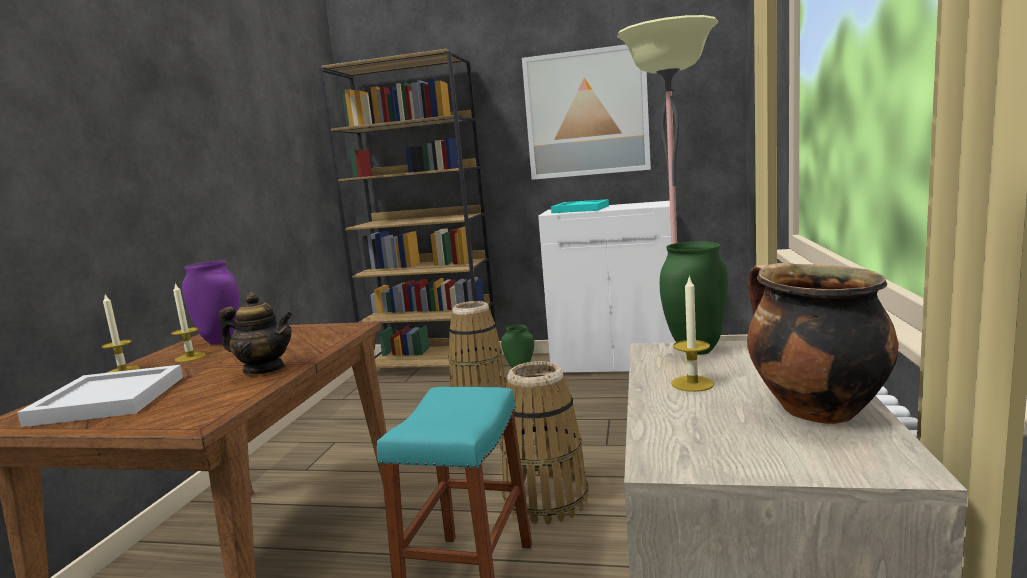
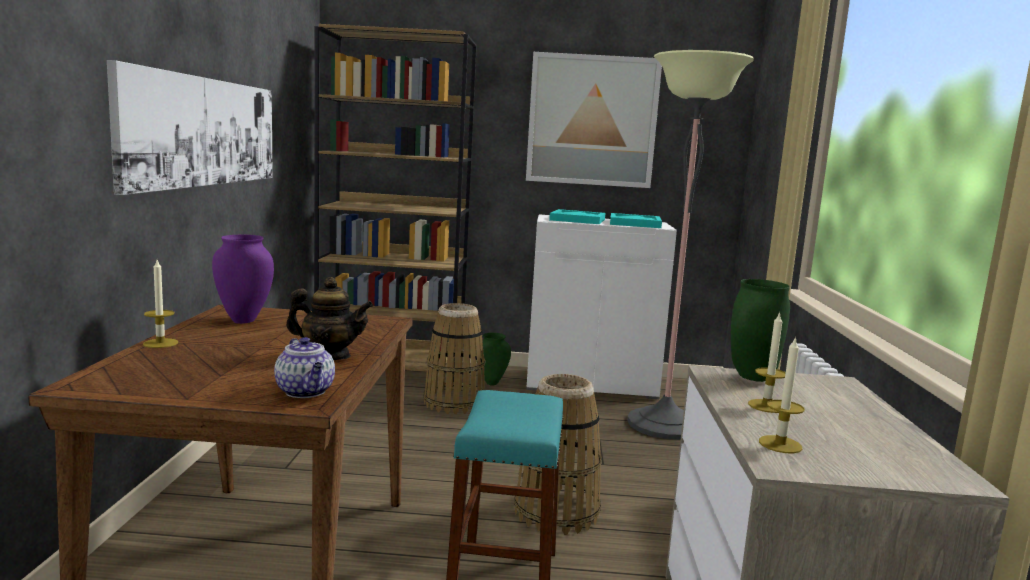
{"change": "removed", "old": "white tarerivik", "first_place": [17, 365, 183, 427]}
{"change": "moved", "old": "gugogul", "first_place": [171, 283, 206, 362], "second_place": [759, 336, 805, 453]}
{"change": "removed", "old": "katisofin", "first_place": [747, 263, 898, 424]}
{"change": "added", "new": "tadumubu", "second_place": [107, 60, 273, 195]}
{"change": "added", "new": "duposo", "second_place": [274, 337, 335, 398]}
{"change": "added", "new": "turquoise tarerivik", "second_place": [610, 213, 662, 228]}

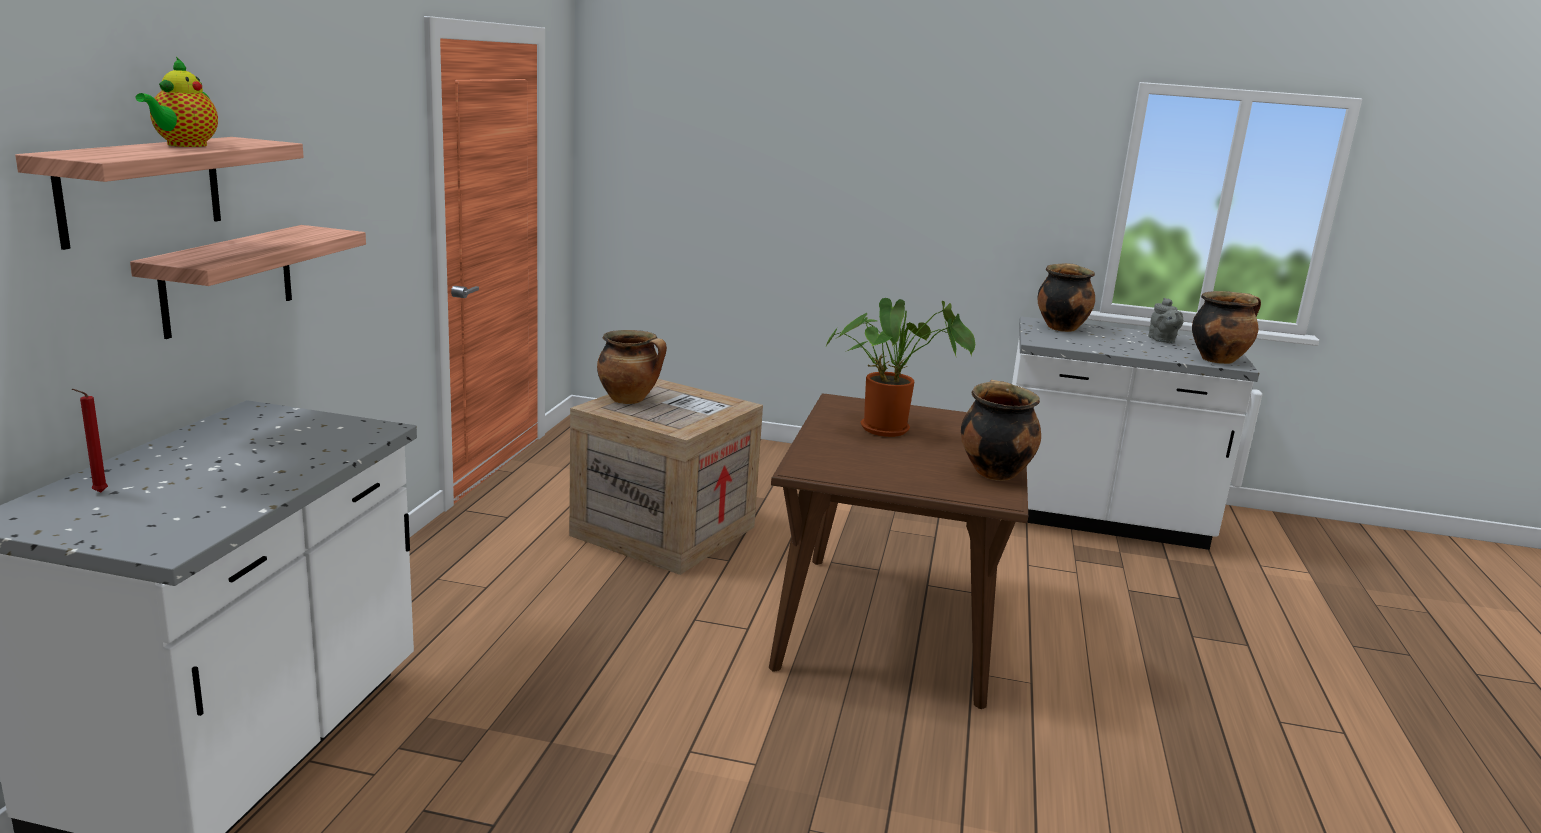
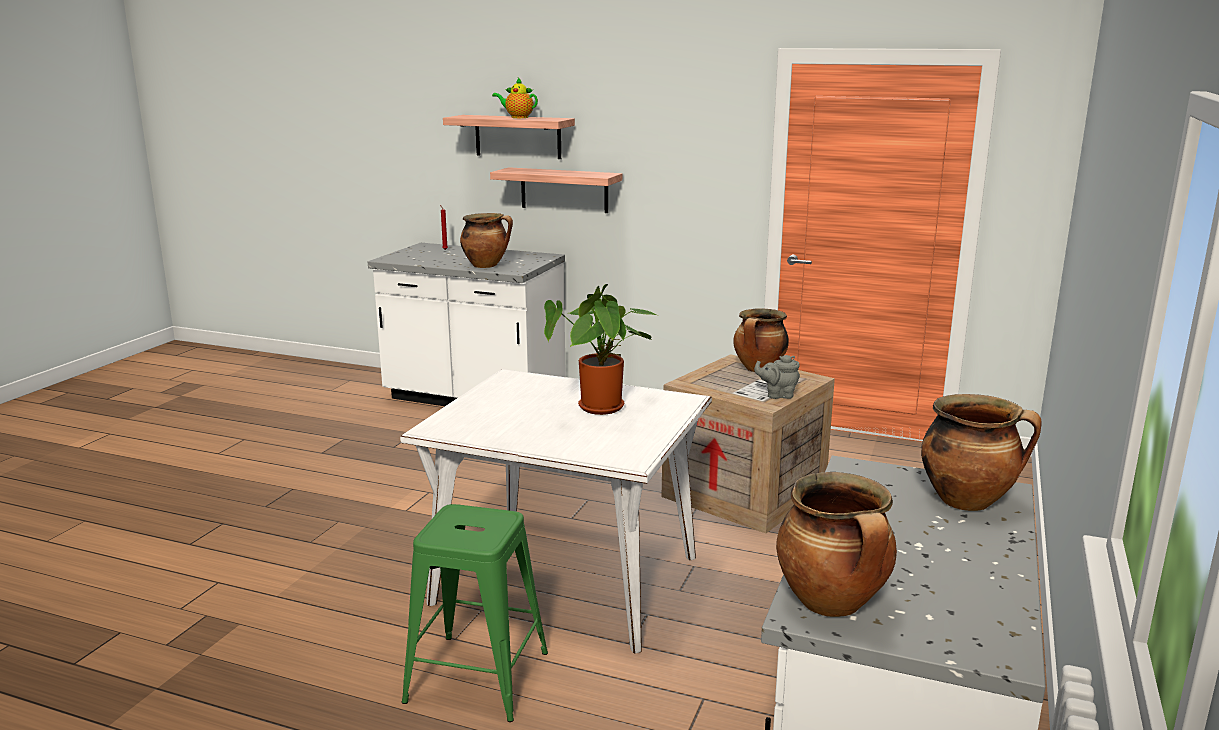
{"change": "recoloured", "old": "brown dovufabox", "new": "white dovufabox", "first_place": [769, 393, 1028, 709], "second_place": [400, 369, 712, 653]}
{"change": "moved", "old": "katisofin", "first_place": [961, 380, 1041, 481], "second_place": [460, 213, 513, 268]}
{"change": "moved", "old": "grey duposo", "first_place": [1148, 298, 1184, 344], "second_place": [754, 355, 800, 399]}
{"change": "added", "new": "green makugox", "second_place": [402, 504, 548, 722]}

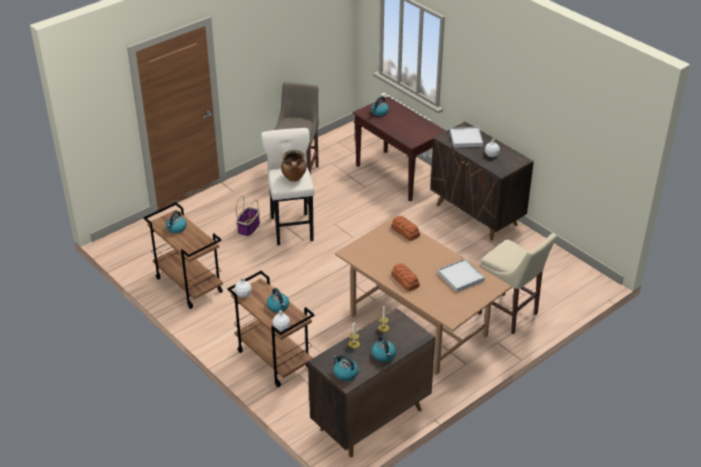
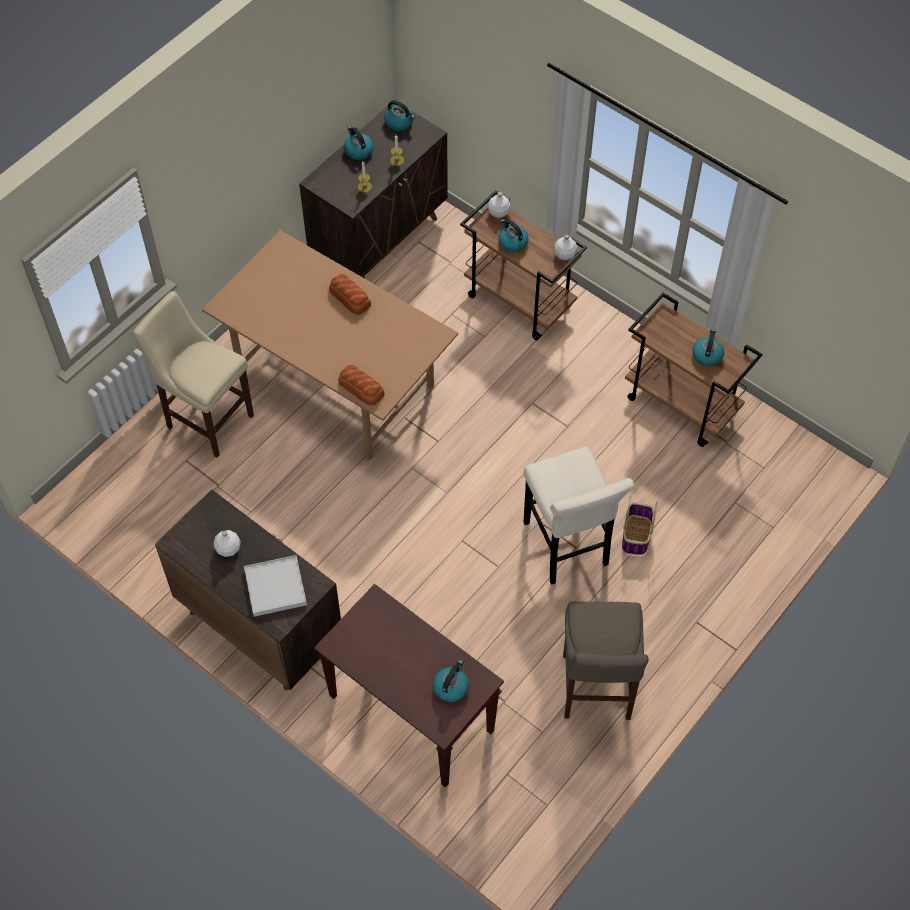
{"change": "removed", "old": "katisofin", "first_place": [281, 150, 307, 181]}
{"change": "removed", "old": "white tarerivik", "first_place": [438, 259, 485, 292]}

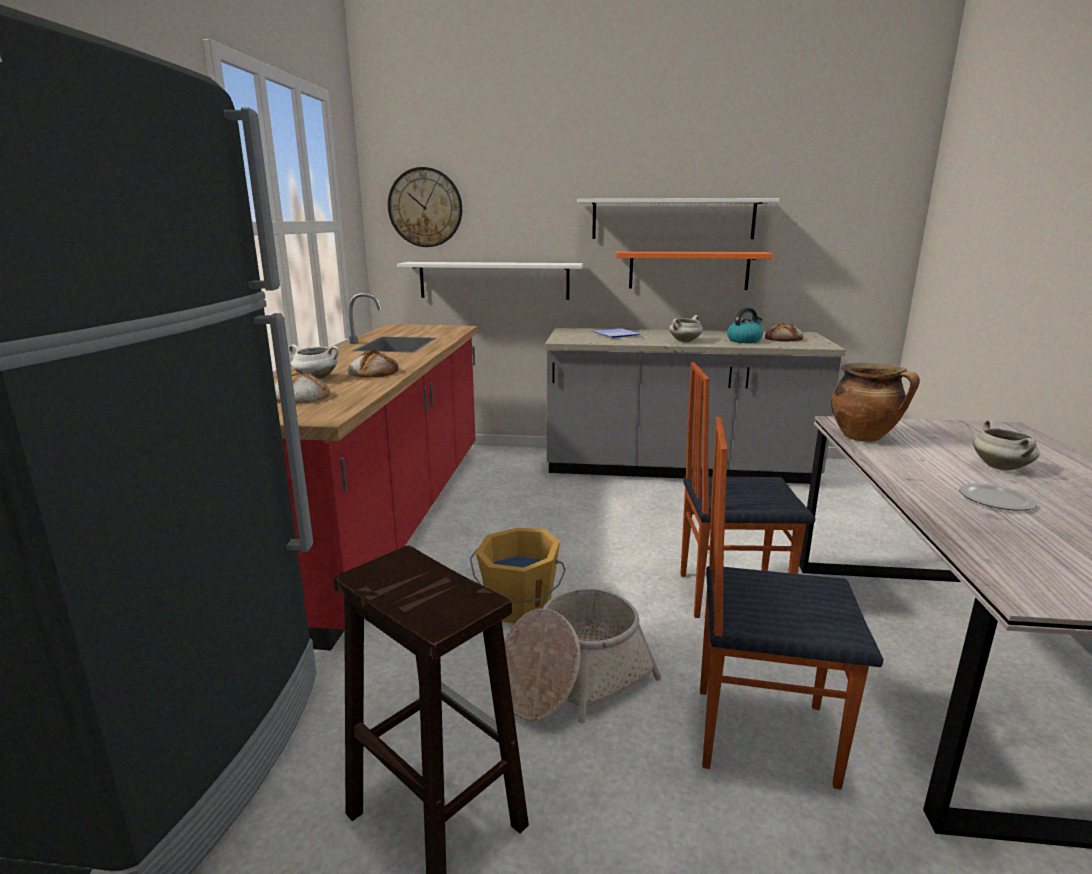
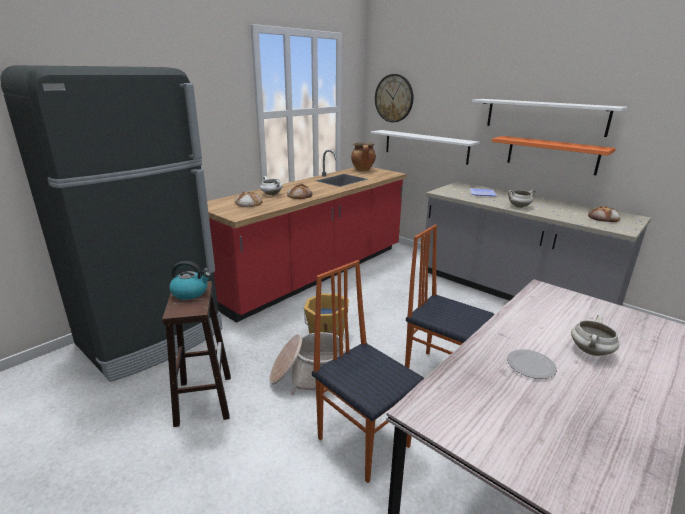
{"change": "moved", "old": "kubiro", "first_place": [727, 308, 763, 343], "second_place": [169, 261, 211, 300]}
{"change": "moved", "old": "katisofin", "first_place": [831, 363, 920, 442], "second_place": [351, 142, 376, 171]}

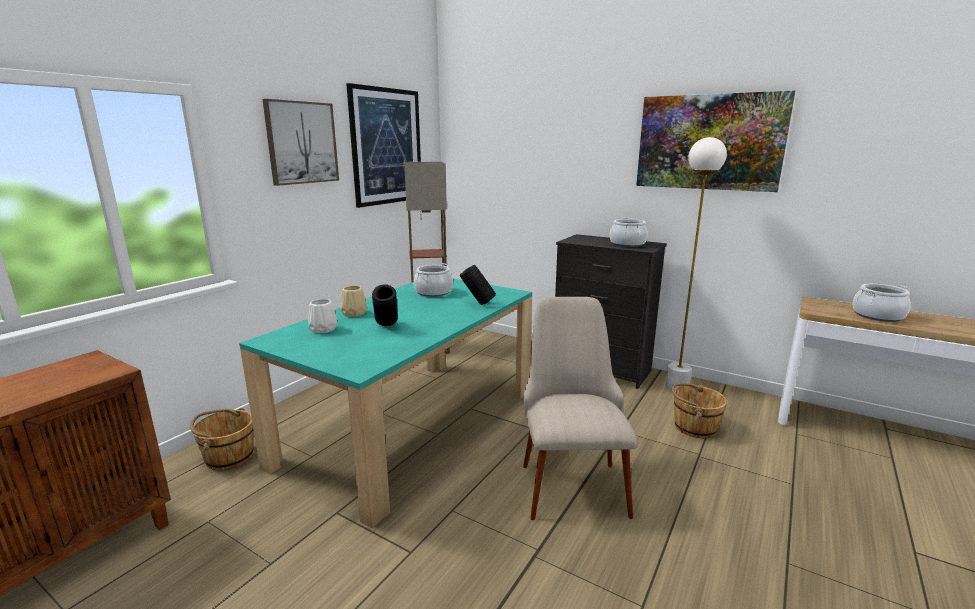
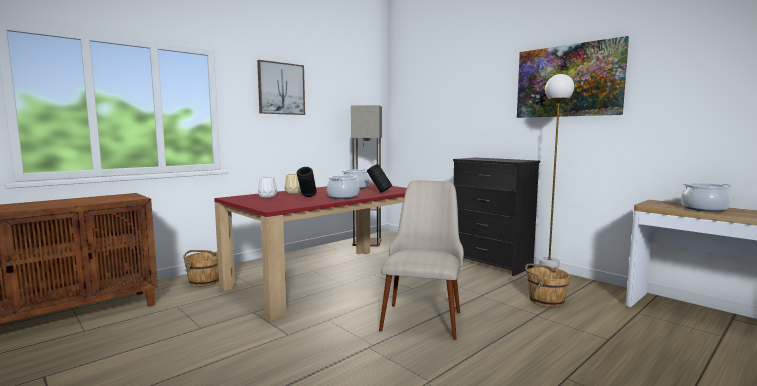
{"change": "recoloured", "old": "turquoise dovufabox", "new": "red dovufabox", "first_place": [239, 278, 532, 528], "second_place": [214, 183, 407, 322]}
{"change": "removed", "old": "tadumubu", "first_place": [346, 83, 421, 208]}
{"change": "moved", "old": "katisofin", "first_place": [609, 218, 648, 247], "second_place": [327, 174, 359, 199]}

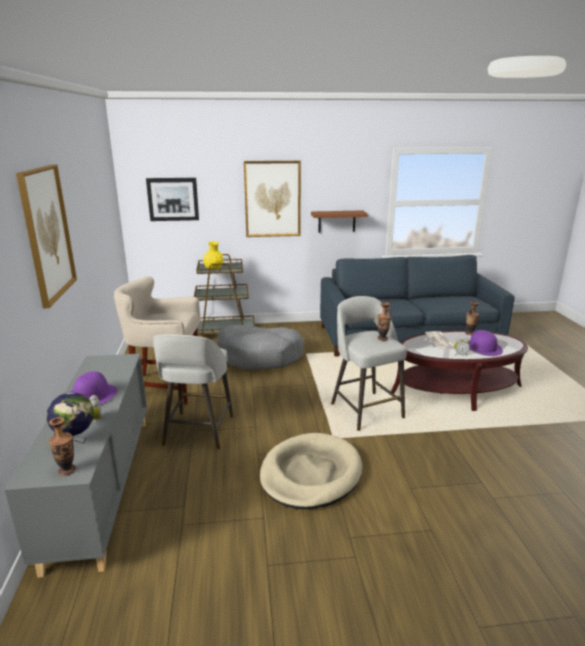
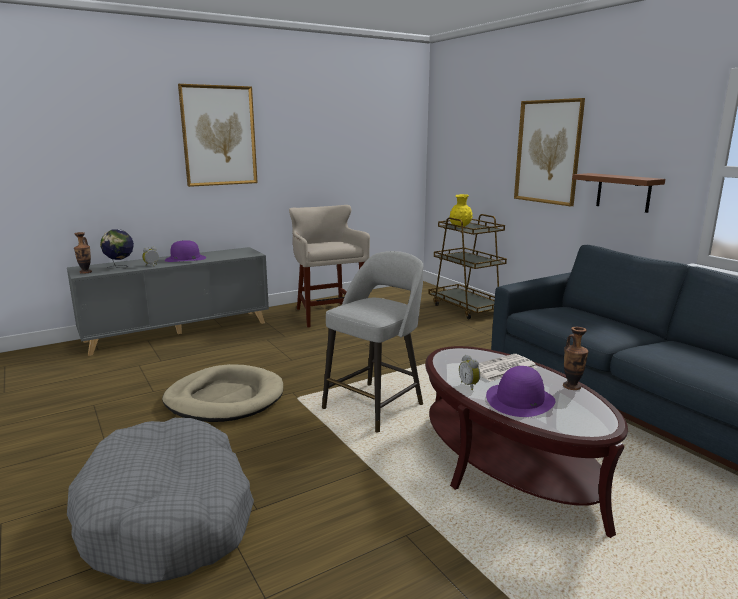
{"change": "removed", "old": "tadumubu", "first_place": [146, 178, 199, 221]}
{"change": "removed", "old": "grey makugox", "first_place": [153, 334, 233, 449]}
{"change": "moved", "old": "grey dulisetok", "first_place": [217, 325, 304, 370], "second_place": [67, 418, 254, 584]}
{"change": "removed", "old": "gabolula", "first_place": [377, 302, 391, 341]}

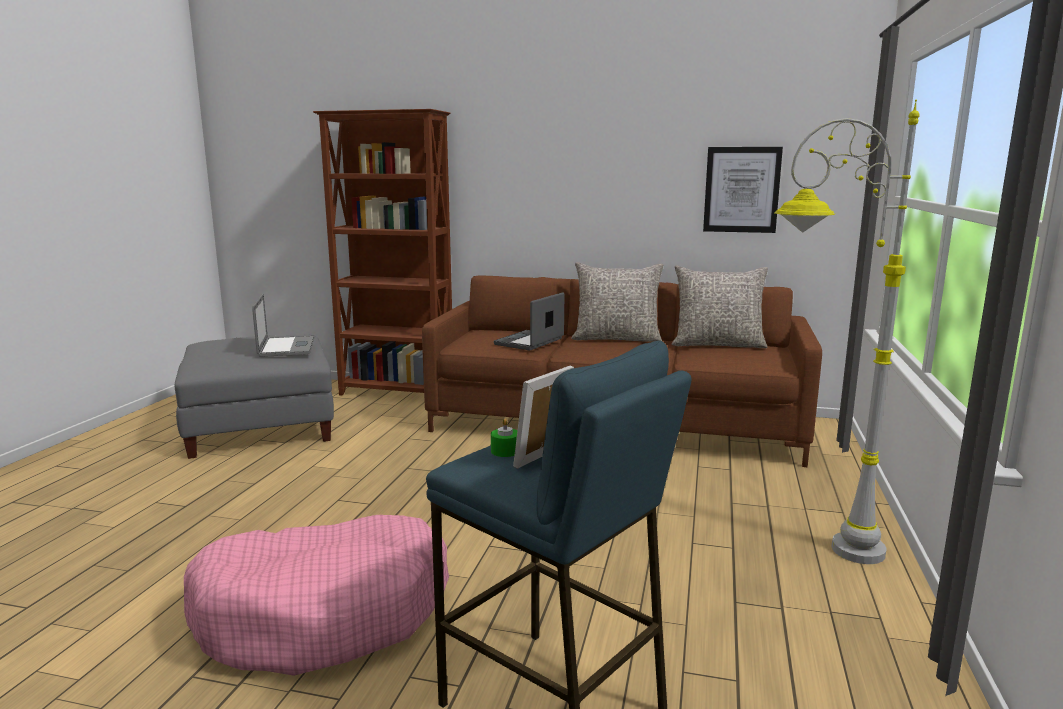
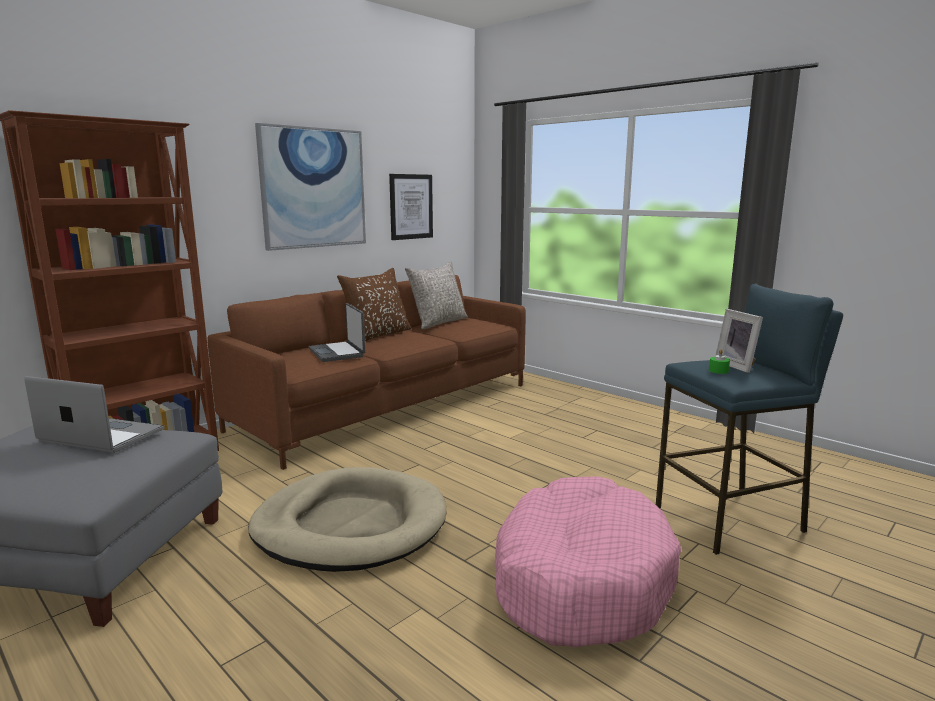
{"change": "recoloured", "old": "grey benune", "new": "brown benune", "first_place": [571, 262, 663, 342], "second_place": [337, 268, 412, 341]}
{"change": "removed", "old": "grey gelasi", "first_place": [774, 100, 920, 564]}
{"change": "added", "new": "beige dulisetok", "second_place": [248, 467, 447, 572]}
{"change": "added", "new": "tadumubu", "second_place": [255, 123, 366, 251]}

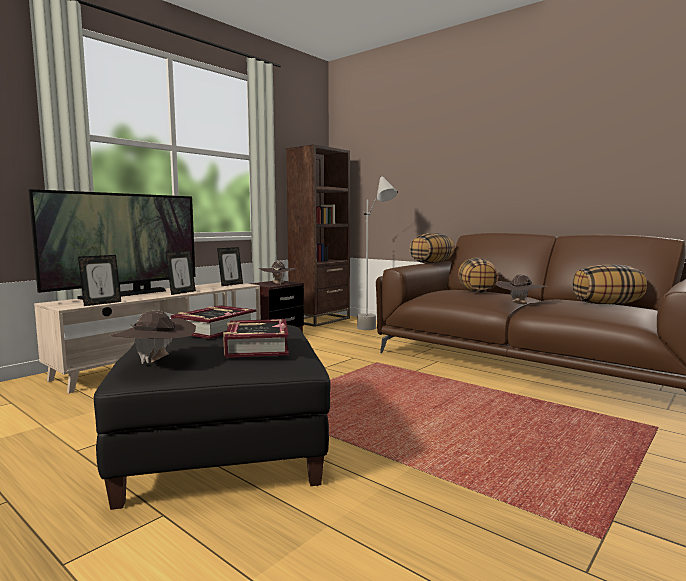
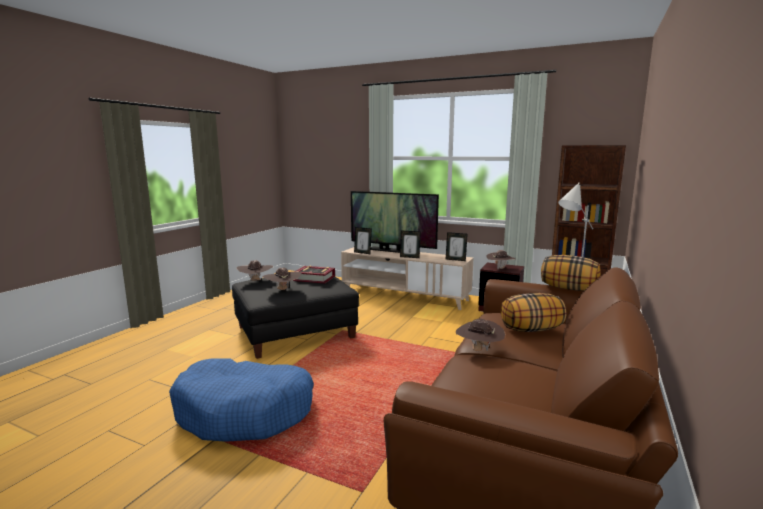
{"change": "replaced", "old": "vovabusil", "new": "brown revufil", "first_place": [223, 319, 289, 358], "second_place": [263, 267, 301, 290]}
{"change": "removed", "old": "benune", "first_place": [572, 265, 647, 304]}
{"change": "added", "new": "blue dulisetok", "second_place": [169, 358, 314, 442]}

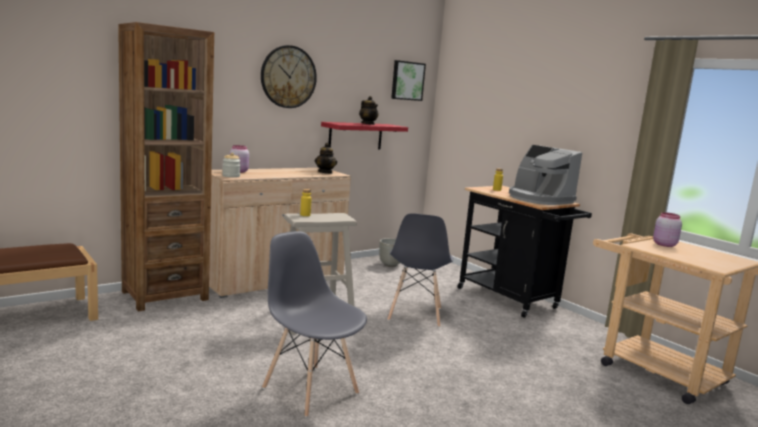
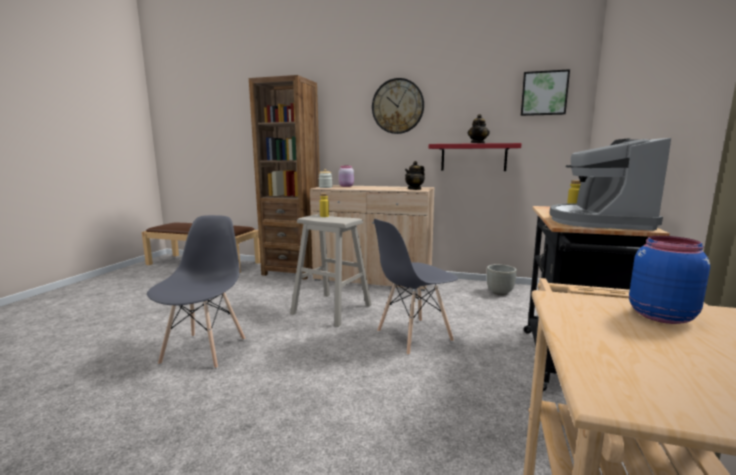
{"change": "recoloured", "old": "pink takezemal", "new": "blue takezemal", "first_place": [653, 212, 682, 247], "second_place": [629, 236, 710, 324]}

